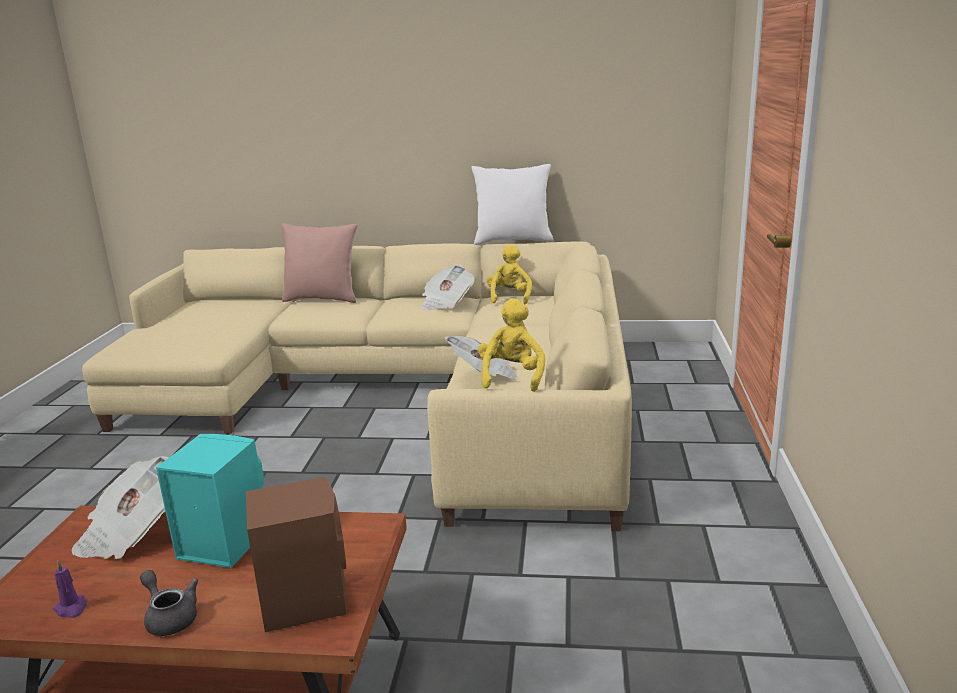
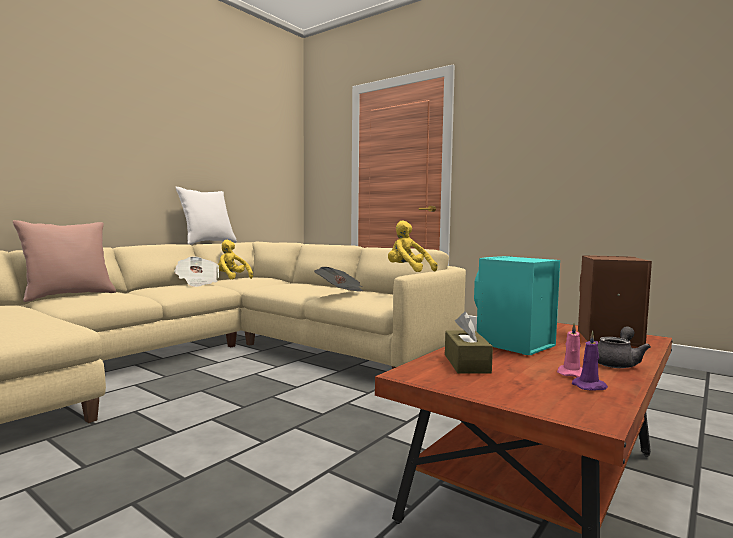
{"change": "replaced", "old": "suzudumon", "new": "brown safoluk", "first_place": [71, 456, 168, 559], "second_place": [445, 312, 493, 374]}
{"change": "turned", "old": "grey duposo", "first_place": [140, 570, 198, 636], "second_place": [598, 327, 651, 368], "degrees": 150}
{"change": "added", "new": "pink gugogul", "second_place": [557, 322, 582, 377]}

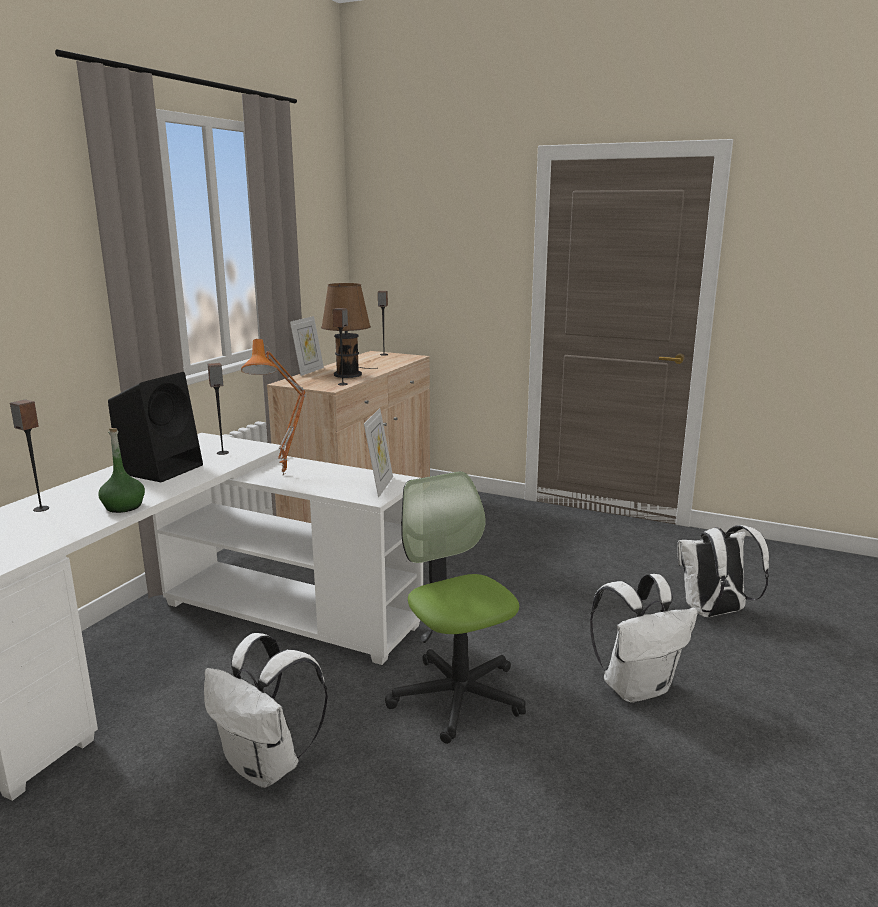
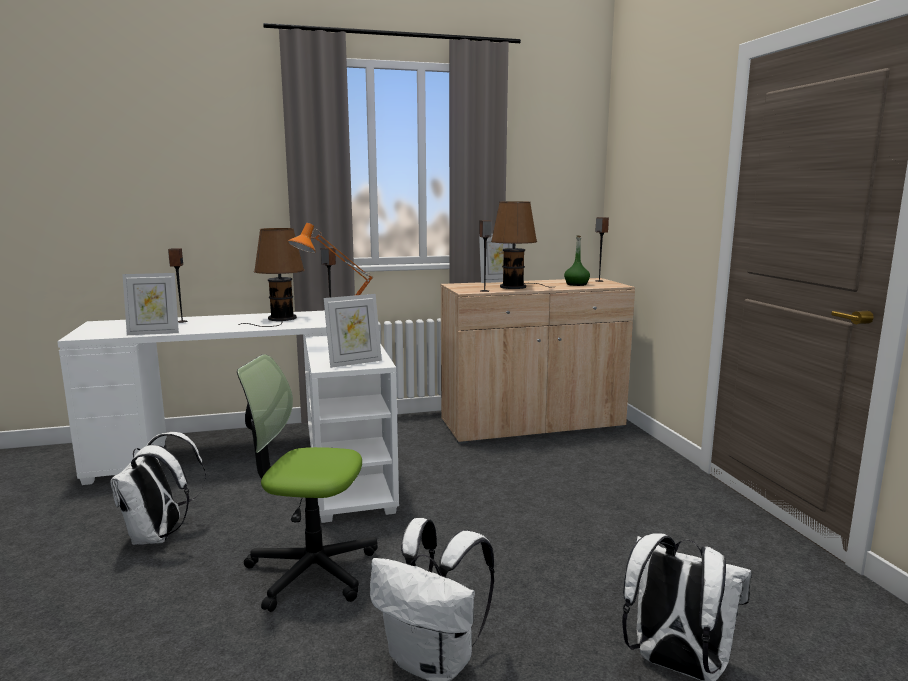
{"change": "moved", "old": "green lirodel", "first_place": [98, 428, 145, 513], "second_place": [564, 235, 590, 286]}
{"change": "replaced", "old": "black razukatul", "new": "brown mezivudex", "first_place": [108, 372, 203, 482], "second_place": [238, 228, 305, 327]}
{"change": "turned", "old": "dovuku", "first_place": [385, 471, 526, 744], "second_place": [237, 354, 377, 612], "degrees": -105}
{"change": "added", "new": "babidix", "second_place": [122, 273, 179, 335]}

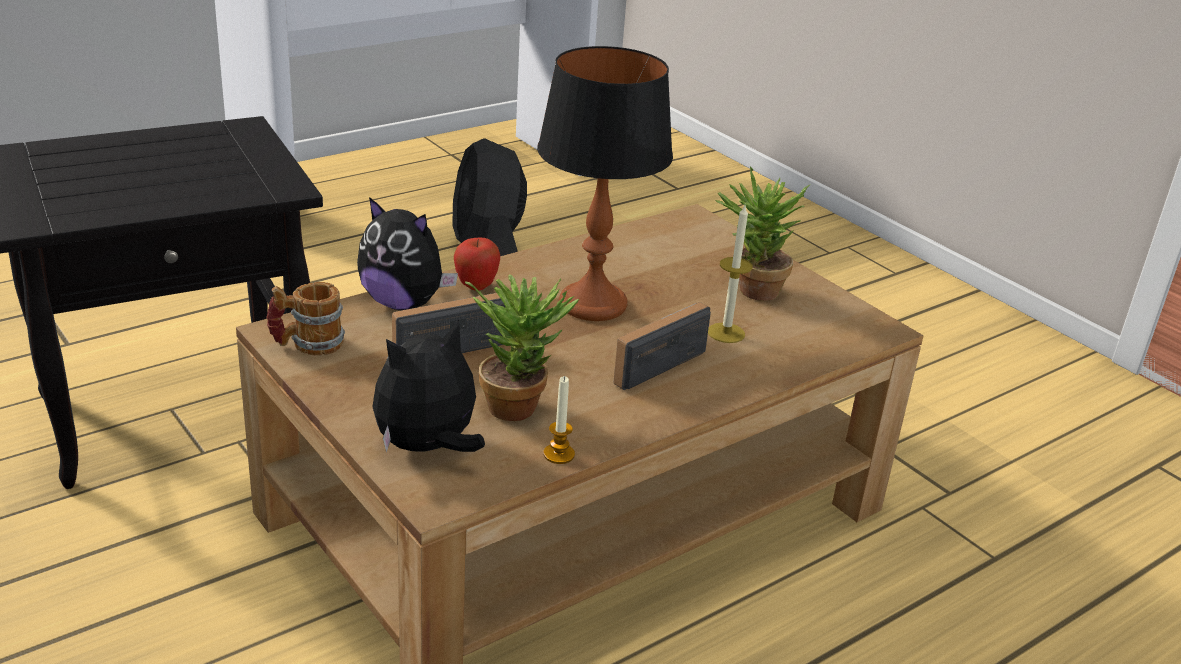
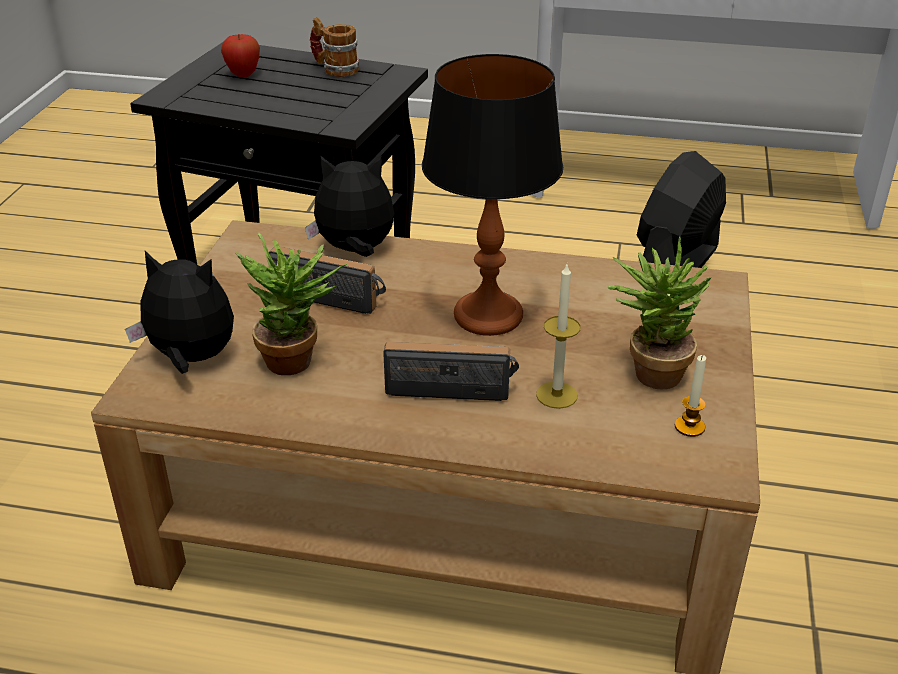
{"change": "moved", "old": "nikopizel", "first_place": [267, 282, 345, 355], "second_place": [310, 17, 359, 77]}
{"change": "turned", "old": "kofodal", "first_place": [357, 197, 458, 310], "second_place": [305, 155, 394, 257], "degrees": 105}
{"change": "moved", "old": "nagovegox", "first_place": [454, 237, 500, 290], "second_place": [221, 34, 260, 77]}
{"change": "moved", "old": "gugogul", "first_place": [544, 376, 575, 464], "second_place": [675, 355, 706, 437]}

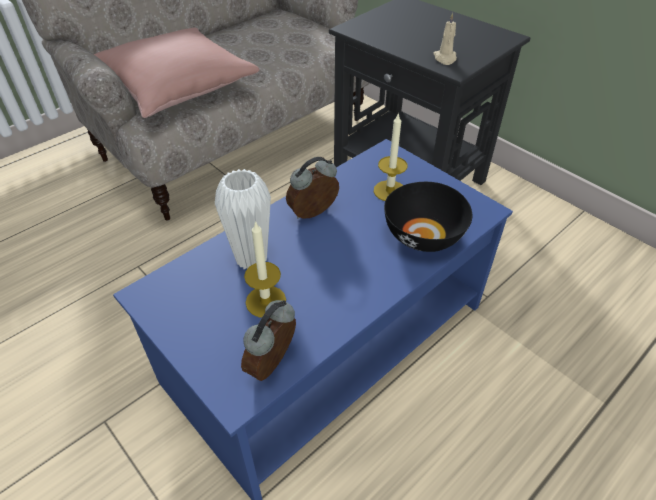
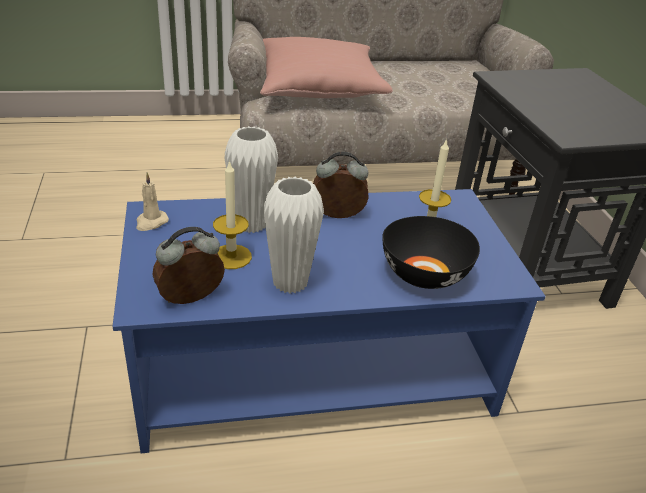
{"change": "moved", "old": "beige gugogul", "first_place": [433, 12, 457, 65], "second_place": [136, 172, 169, 231]}
{"change": "added", "new": "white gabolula", "second_place": [263, 177, 324, 293]}

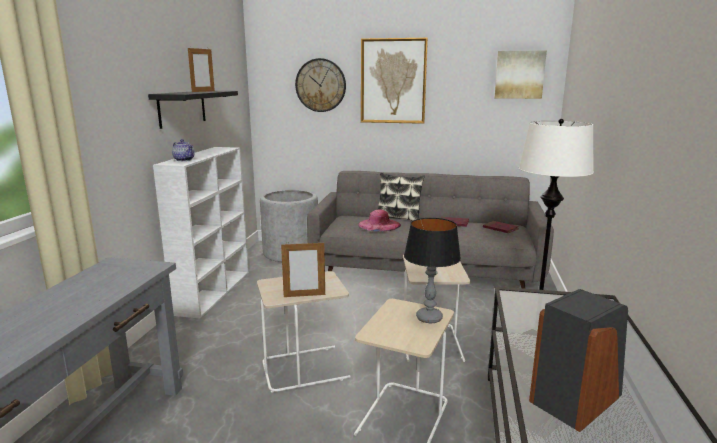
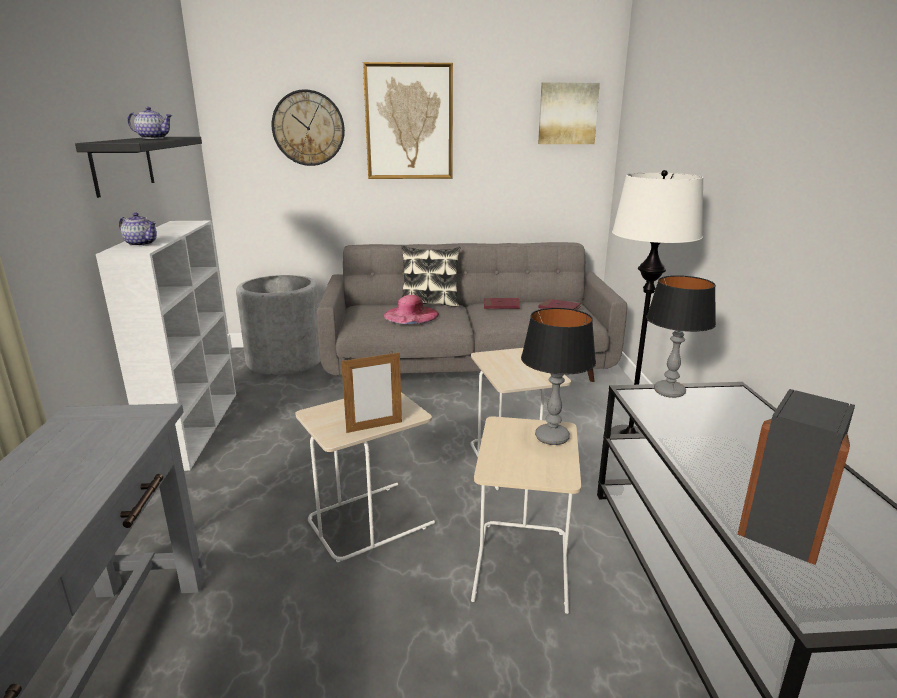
{"change": "replaced", "old": "babidix", "new": "duposo", "first_place": [188, 47, 215, 92], "second_place": [128, 107, 172, 139]}
{"change": "added", "new": "mezivudex", "second_place": [646, 275, 716, 398]}

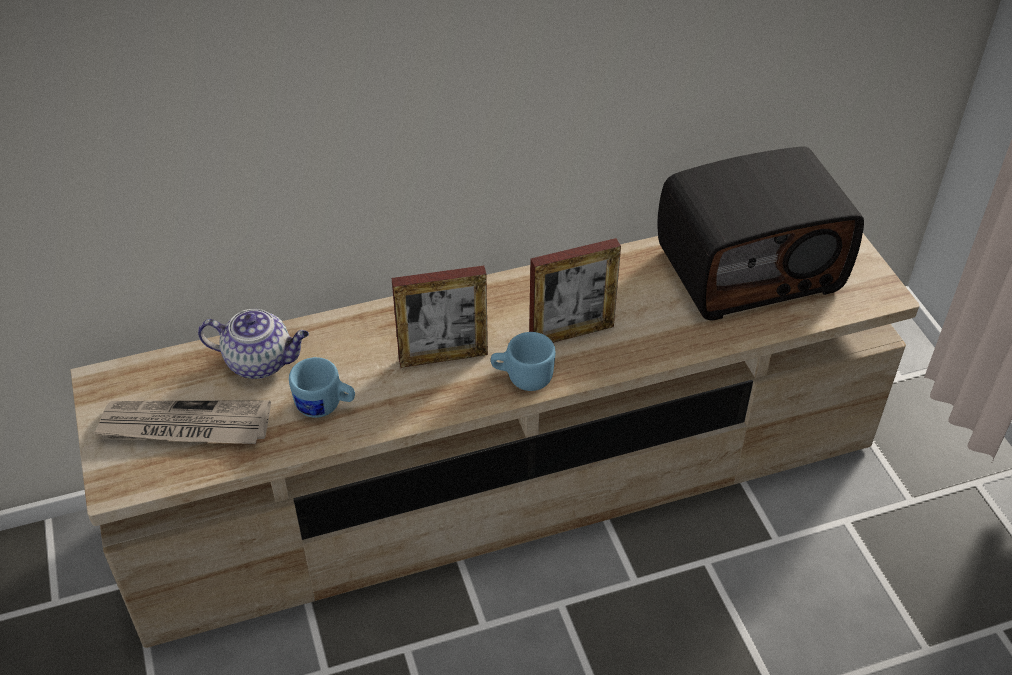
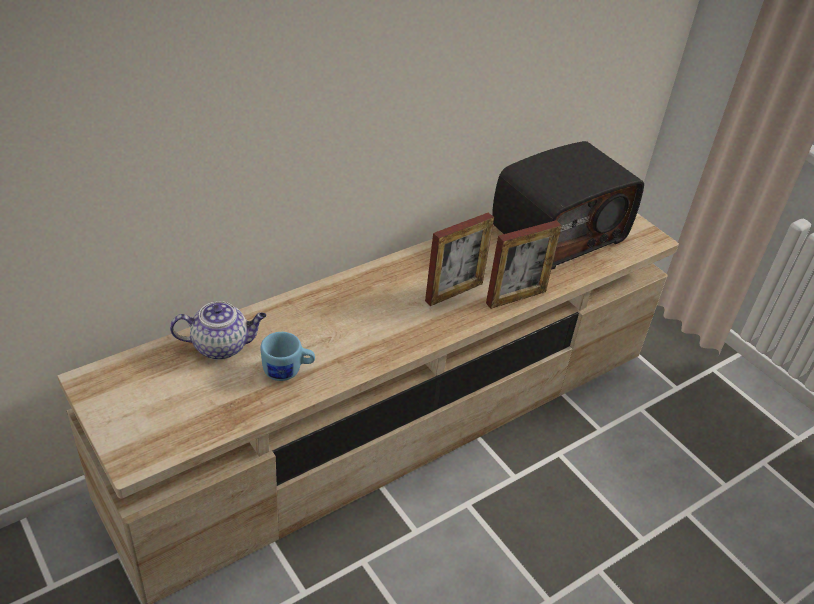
{"change": "removed", "old": "suzudumon", "first_place": [94, 400, 271, 444]}
{"change": "moved", "old": "babidix", "first_place": [392, 266, 488, 368], "second_place": [486, 220, 562, 309]}
{"change": "removed", "old": "blue nikopizel", "first_place": [491, 332, 555, 391]}

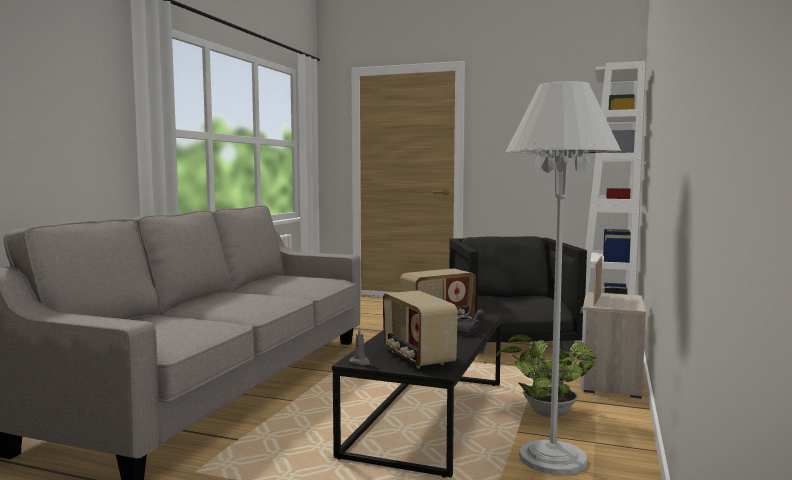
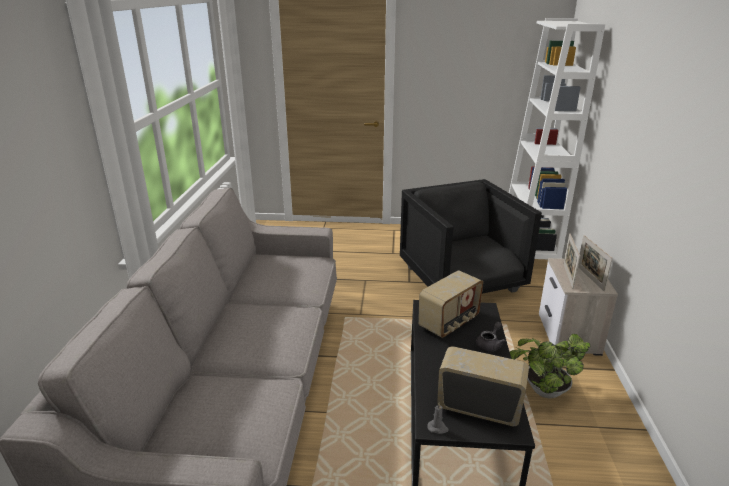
{"change": "turned", "old": "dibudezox", "first_place": [383, 290, 458, 368], "second_place": [437, 346, 529, 426], "degrees": 150}
{"change": "removed", "old": "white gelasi", "first_place": [506, 81, 621, 475]}
{"change": "added", "new": "babidix", "second_place": [578, 235, 613, 292]}

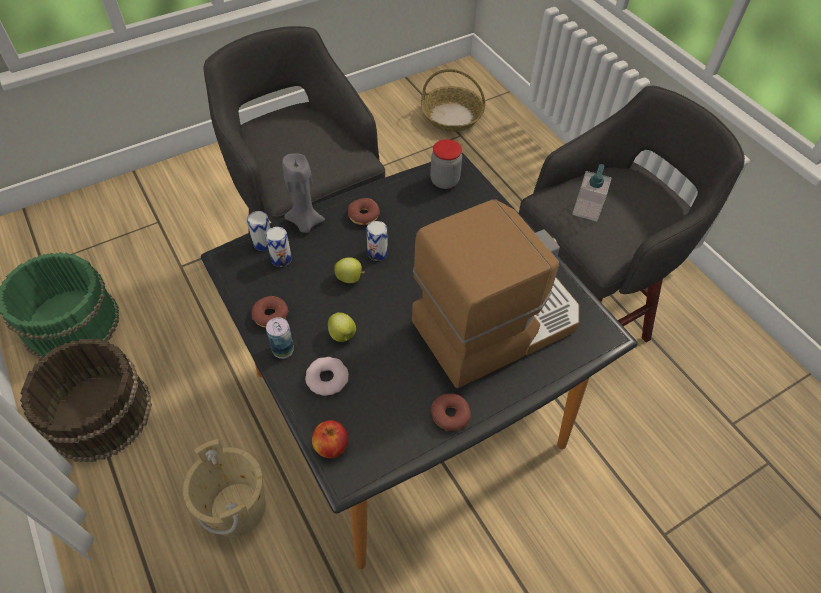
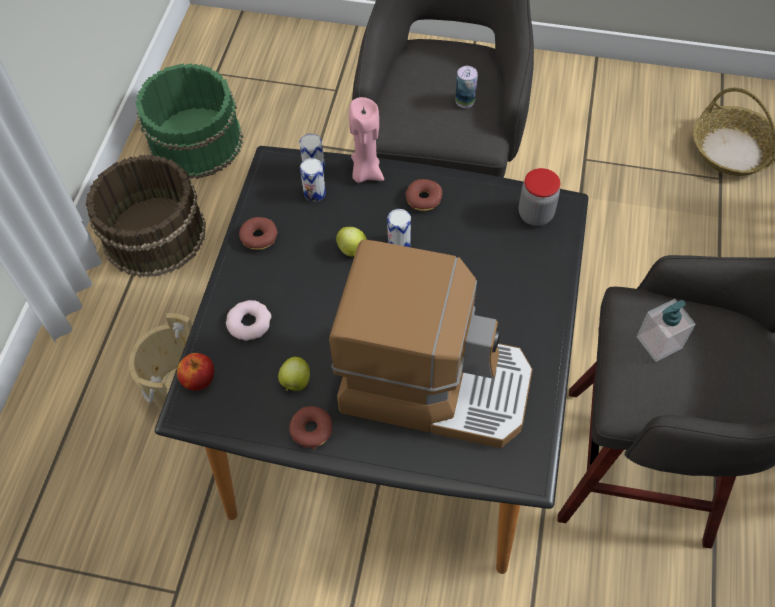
{"change": "moved", "old": "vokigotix", "first_place": [266, 317, 294, 359], "second_place": [455, 66, 478, 108]}
{"change": "recoloured", "old": "grey gugogul", "new": "pink gugogul", "first_place": [282, 153, 325, 233], "second_place": [349, 97, 384, 183]}
{"change": "moved", "old": "nagovegox", "first_place": [328, 312, 356, 342], "second_place": [278, 357, 310, 391]}

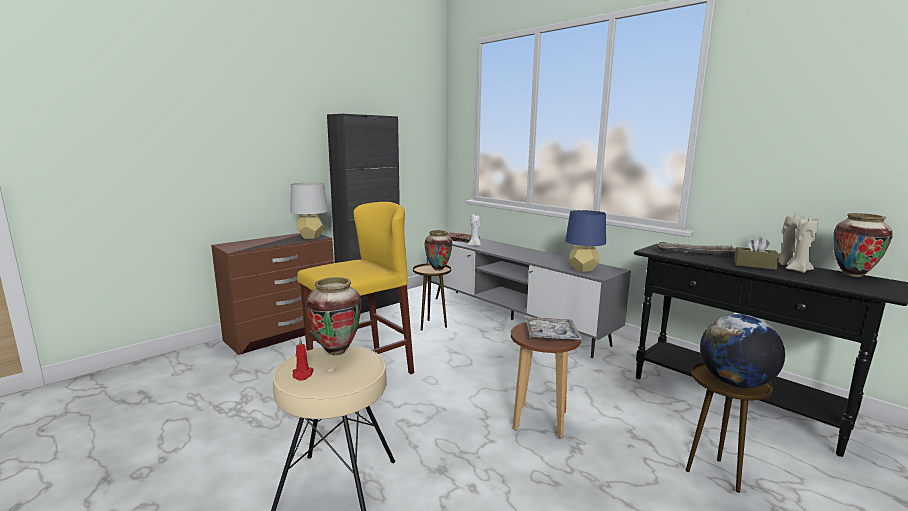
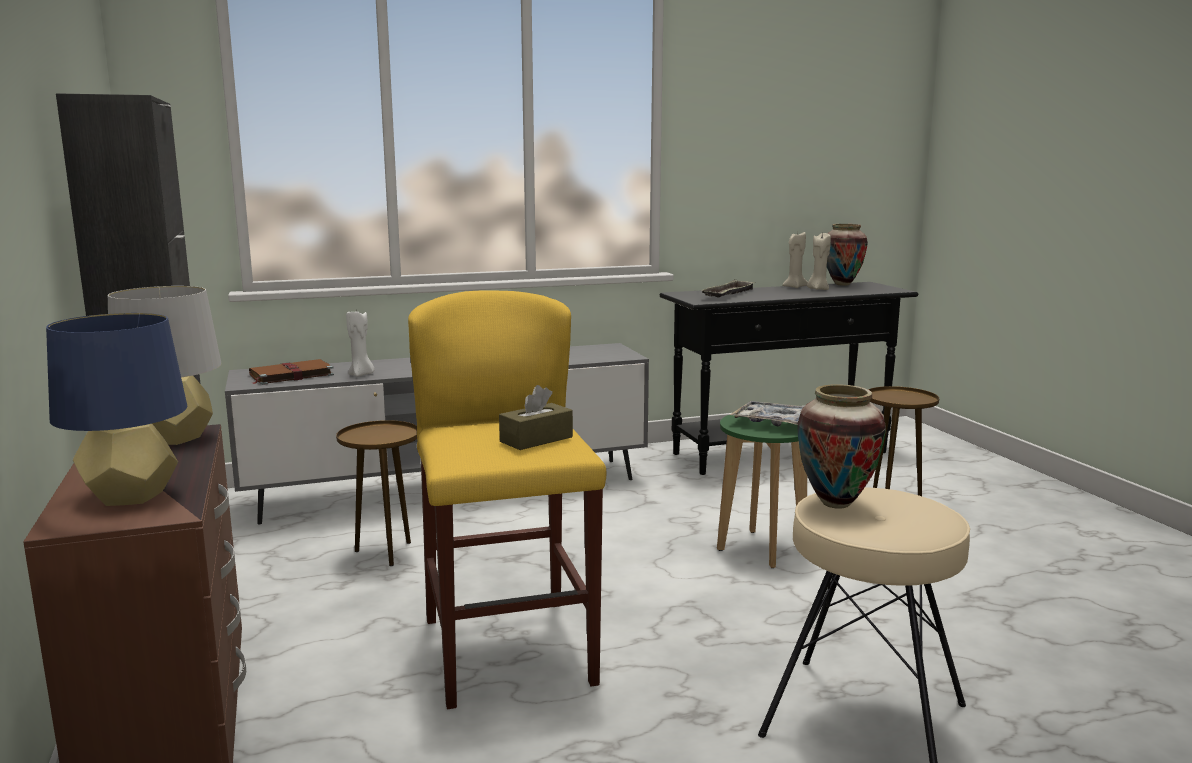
{"change": "removed", "old": "red gugogul", "first_place": [293, 338, 314, 381]}
{"change": "removed", "old": "gabolula", "first_place": [424, 230, 452, 271]}
{"change": "recoloured", "old": "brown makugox", "new": "green makugox", "first_place": [511, 322, 581, 439], "second_place": [717, 415, 807, 568]}
{"change": "moved", "old": "blue mezivudex", "first_place": [565, 210, 606, 272], "second_place": [46, 313, 187, 506]}
{"change": "removed", "old": "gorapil", "first_place": [700, 314, 785, 388]}
{"change": "moved", "old": "brown safoluk", "first_place": [734, 237, 779, 270], "second_place": [499, 385, 573, 450]}

